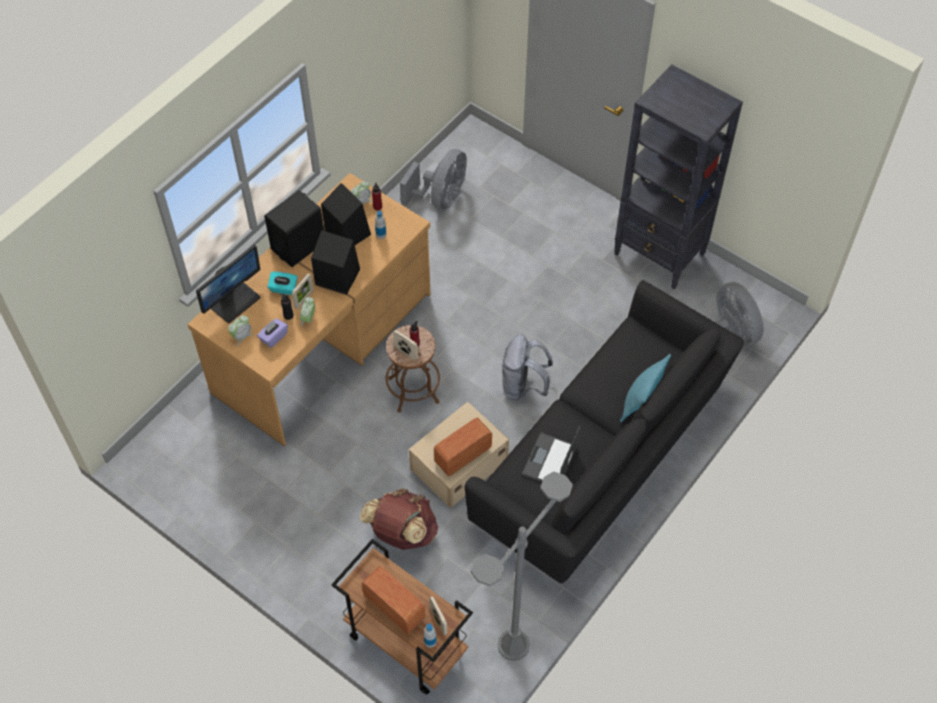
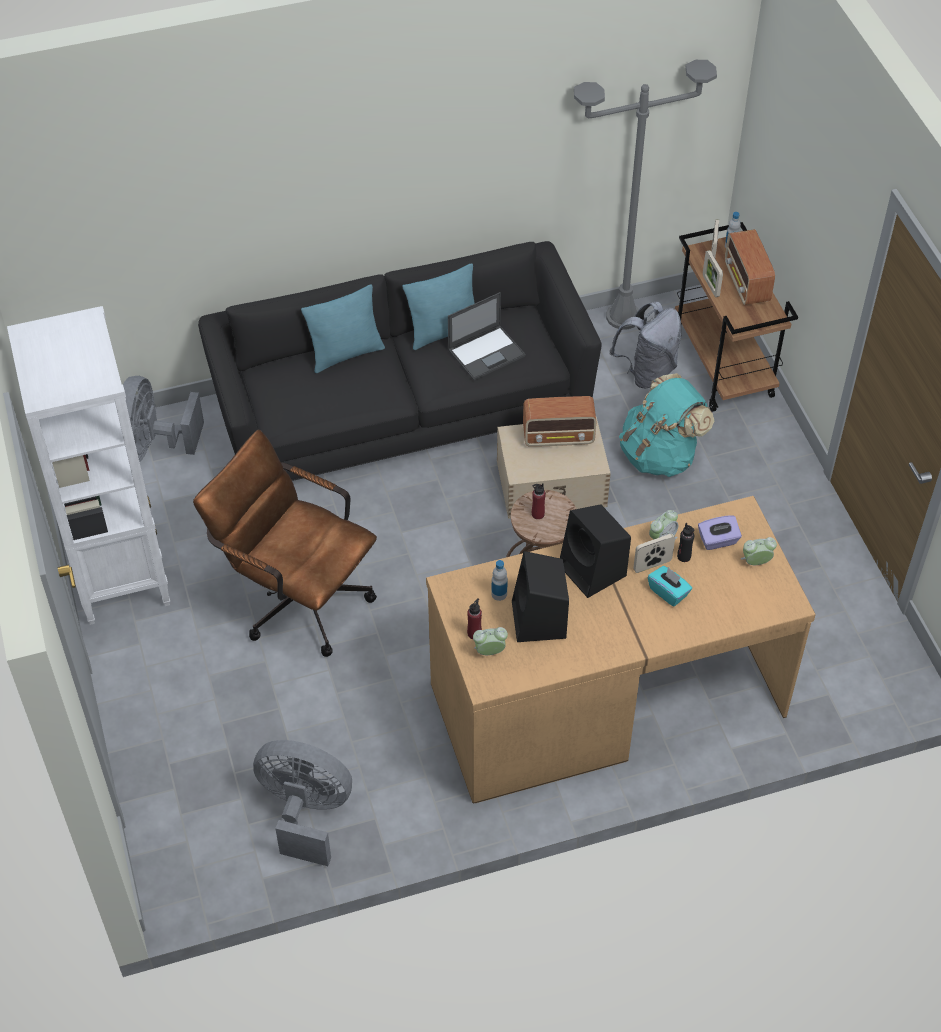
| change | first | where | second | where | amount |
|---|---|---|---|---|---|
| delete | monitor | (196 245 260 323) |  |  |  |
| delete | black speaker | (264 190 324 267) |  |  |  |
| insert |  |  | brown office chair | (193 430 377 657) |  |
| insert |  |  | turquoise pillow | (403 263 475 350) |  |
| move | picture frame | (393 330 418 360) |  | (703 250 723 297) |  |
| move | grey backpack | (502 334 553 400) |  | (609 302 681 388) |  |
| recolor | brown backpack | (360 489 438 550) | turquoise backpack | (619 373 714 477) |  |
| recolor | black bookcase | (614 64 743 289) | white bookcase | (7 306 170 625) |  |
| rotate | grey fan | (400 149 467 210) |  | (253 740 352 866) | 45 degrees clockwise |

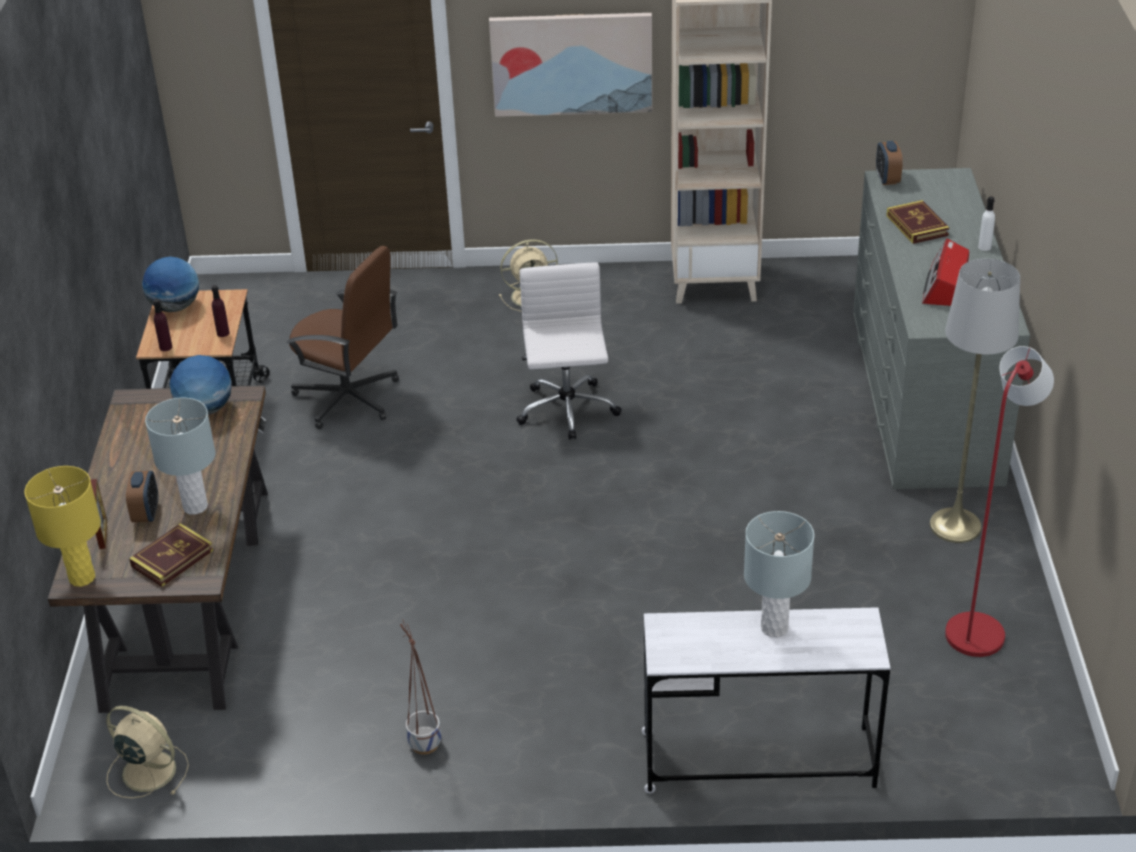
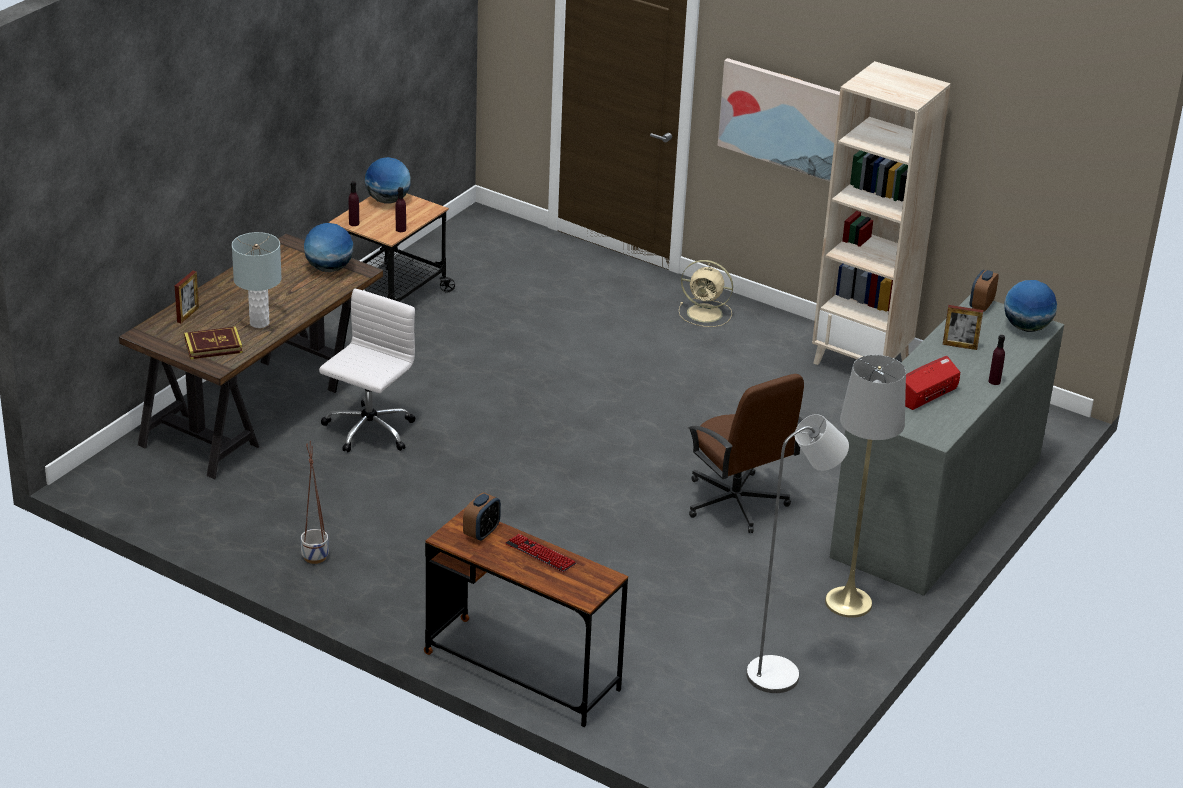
| change | first | where | second | where | amount |
|---|---|---|---|---|---|
| delete | yellow table lamp | (24 466 101 587) |  |  |  |
| delete | beige fan | (106 706 189 798) |  |  |  |
| insert |  |  | globe | (1004 280 1057 332) |  |
| move | alarm clock | (126 471 158 522) |  | (463 492 501 541) |  |
| move | brown office chair | (287 246 399 429) |  | (688 374 804 533) |  |
| move | white office chair | (516 262 622 440) |  | (319 289 415 452) |  |
| replace | grey table lamp | (744 511 814 637) | keyboard | (506 534 577 572) |  |
| replace | book | (886 200 950 244) | picture frame | (943 305 983 350) |  |
| recolor | white desk | (642 607 890 793) | brown desk | (424 507 628 727) |  |
| recolor | red floor lamp | (945 346 1054 657) | grey floor lamp | (746 414 849 693) |  |
| recolor | white bottle | (978 196 995 251) | purple bottle | (989 335 1005 385) |  |

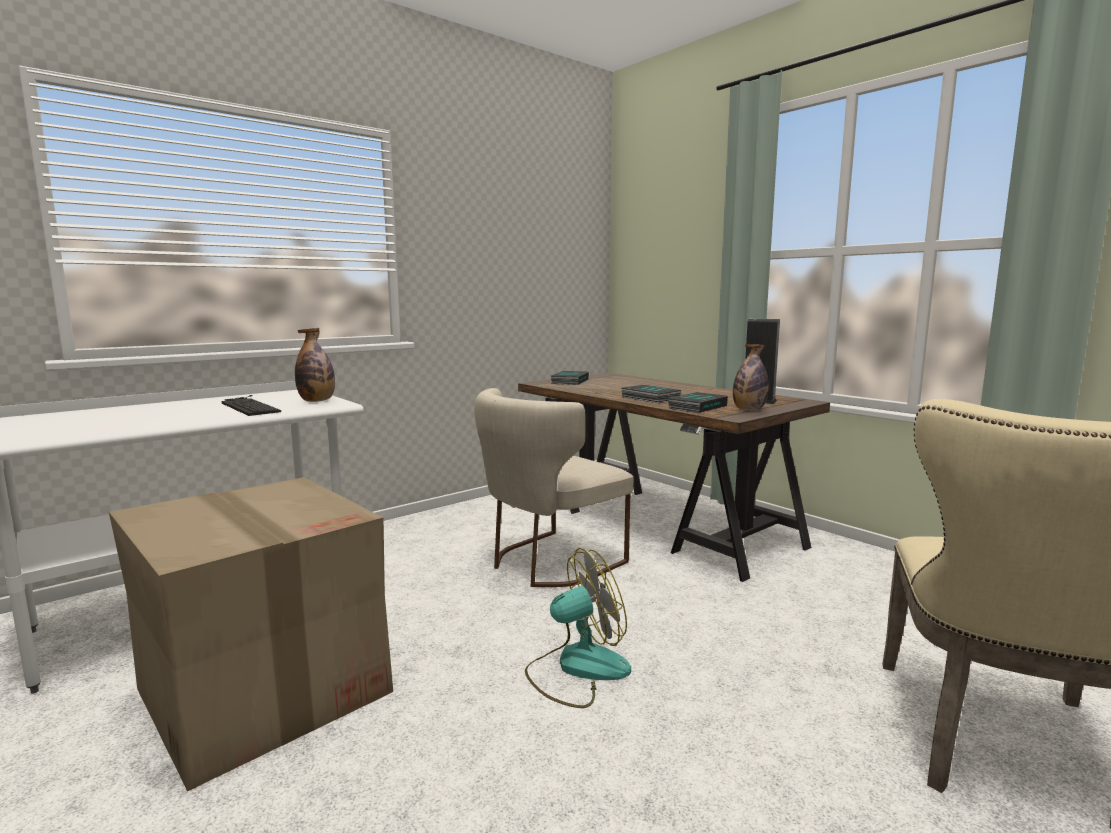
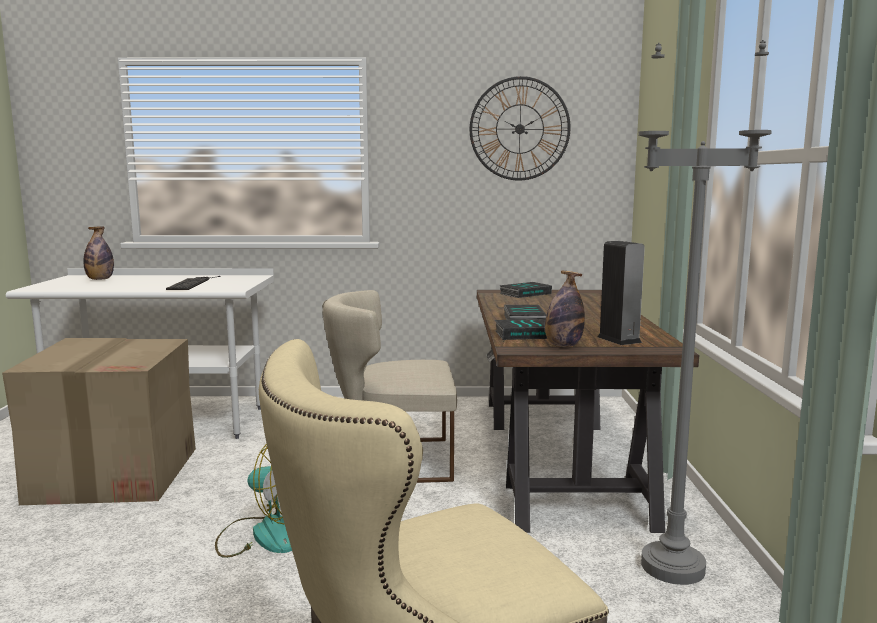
| change | first | where | second | where | amount |
|---|---|---|---|---|---|
| insert |  |  | wall clock | (469 76 570 181) |  |
| insert |  |  | grey floor lamp | (638 40 772 585) |  |
| move | bottle | (295 328 335 402) |  | (83 226 114 280) |  |

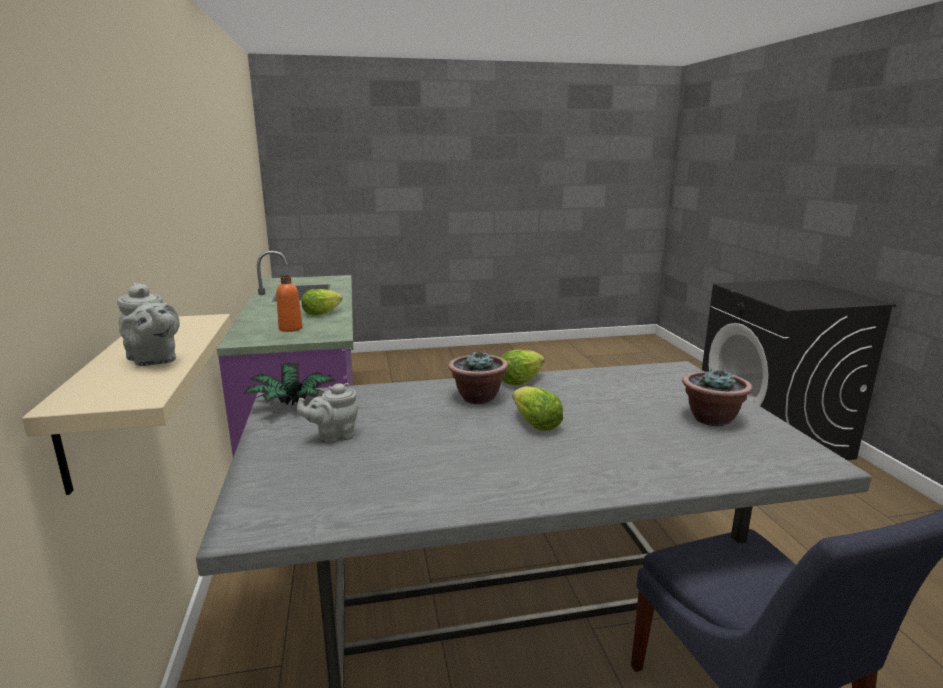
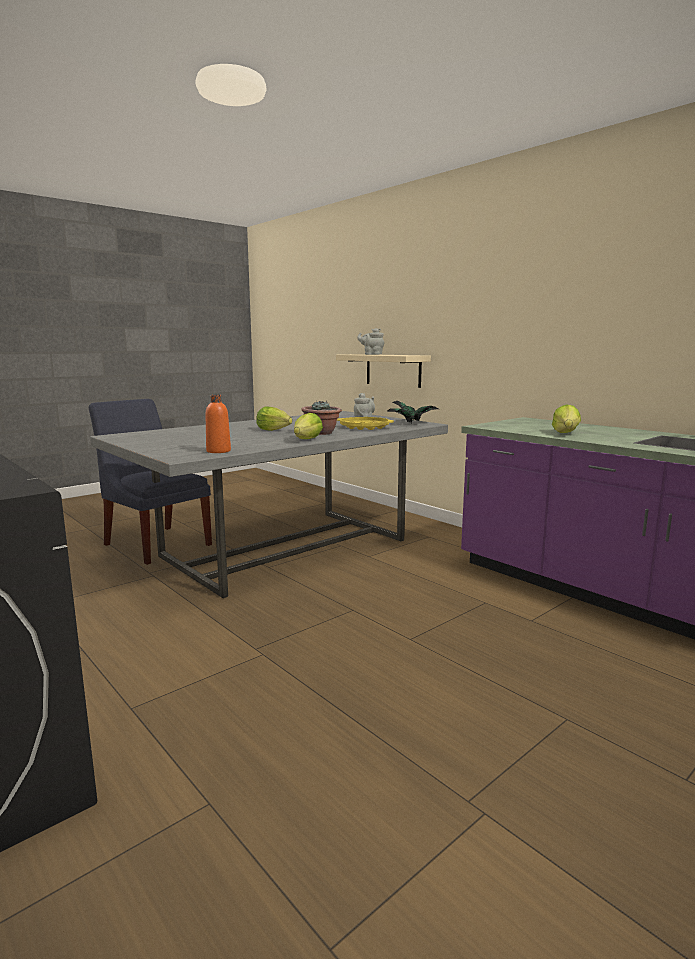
| change | first | where | second | where | amount |
|---|---|---|---|---|---|
| delete | potted plant | (682 368 753 426) |  |  |  |
| insert |  |  | yellow tray | (337 417 394 430) |  |
| move | orange bottle | (276 275 303 332) |  | (205 395 231 453) |  |

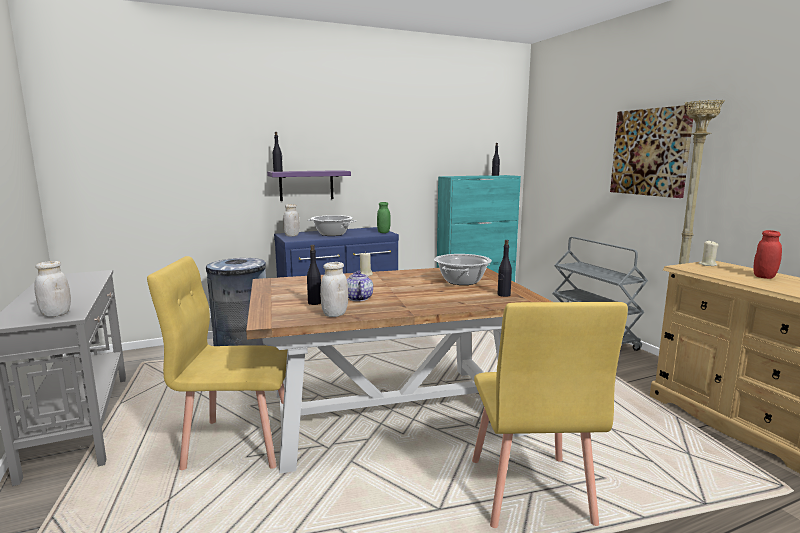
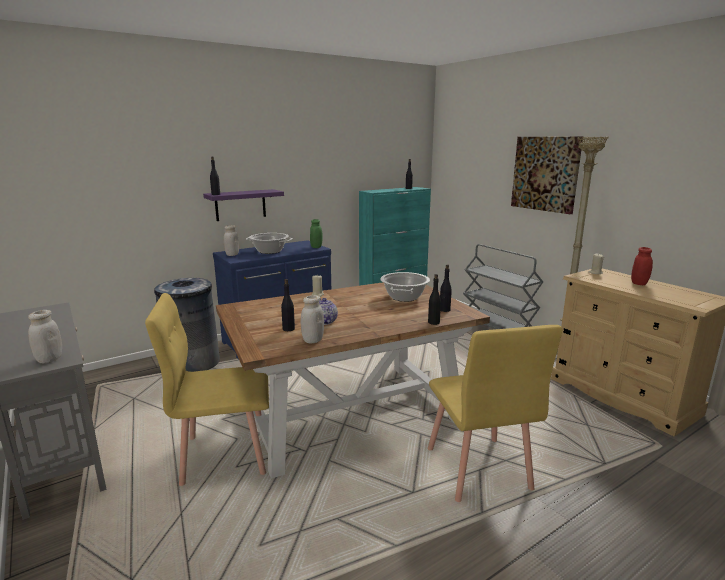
| change | first | where | second | where | amount |
|---|---|---|---|---|---|
| insert |  |  | black bottle | (428 274 441 325) |  |

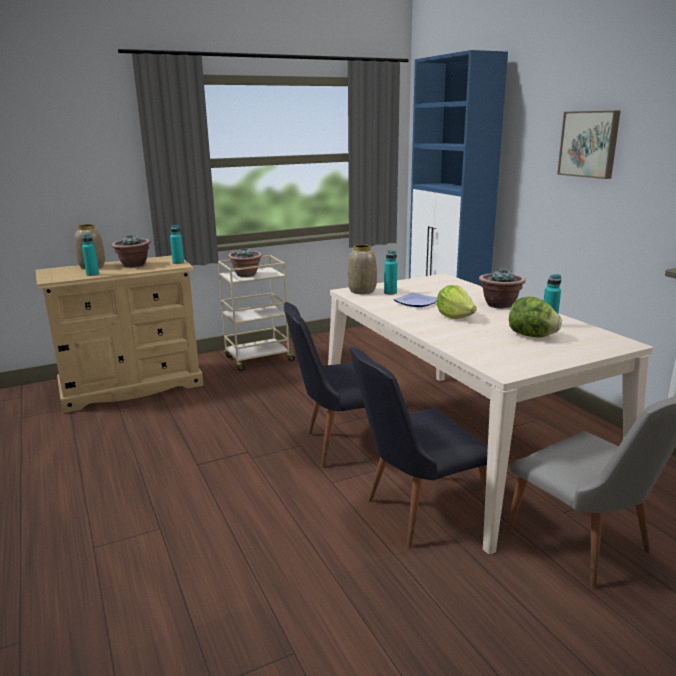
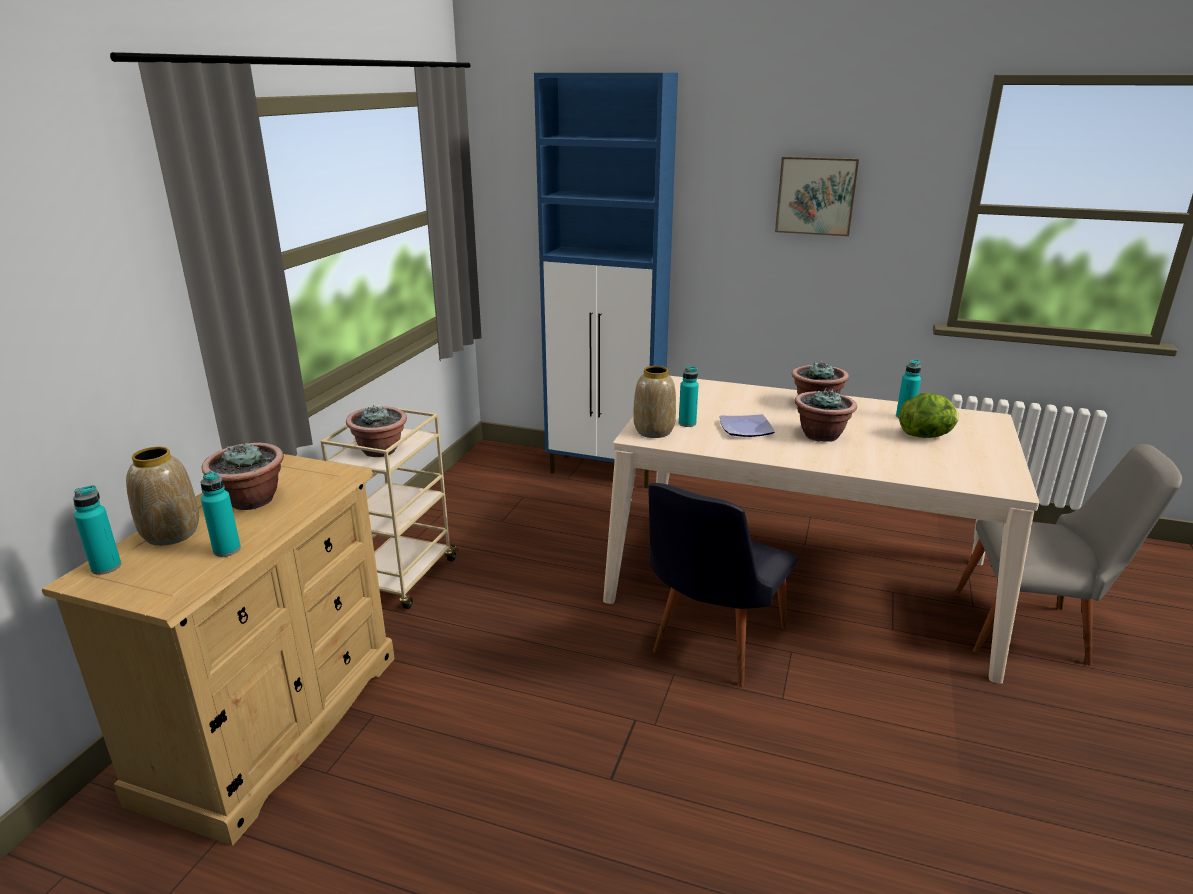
| change | first | where | second | where | amount |
|---|---|---|---|---|---|
| delete | black chair | (349 347 488 548) |  |  |  |
| move | turquoise bottle | (170 225 184 264) |  | (73 485 121 575) |  |
| replace | lettuce | (437 285 477 319) | potted plant | (795 388 857 442) |  |

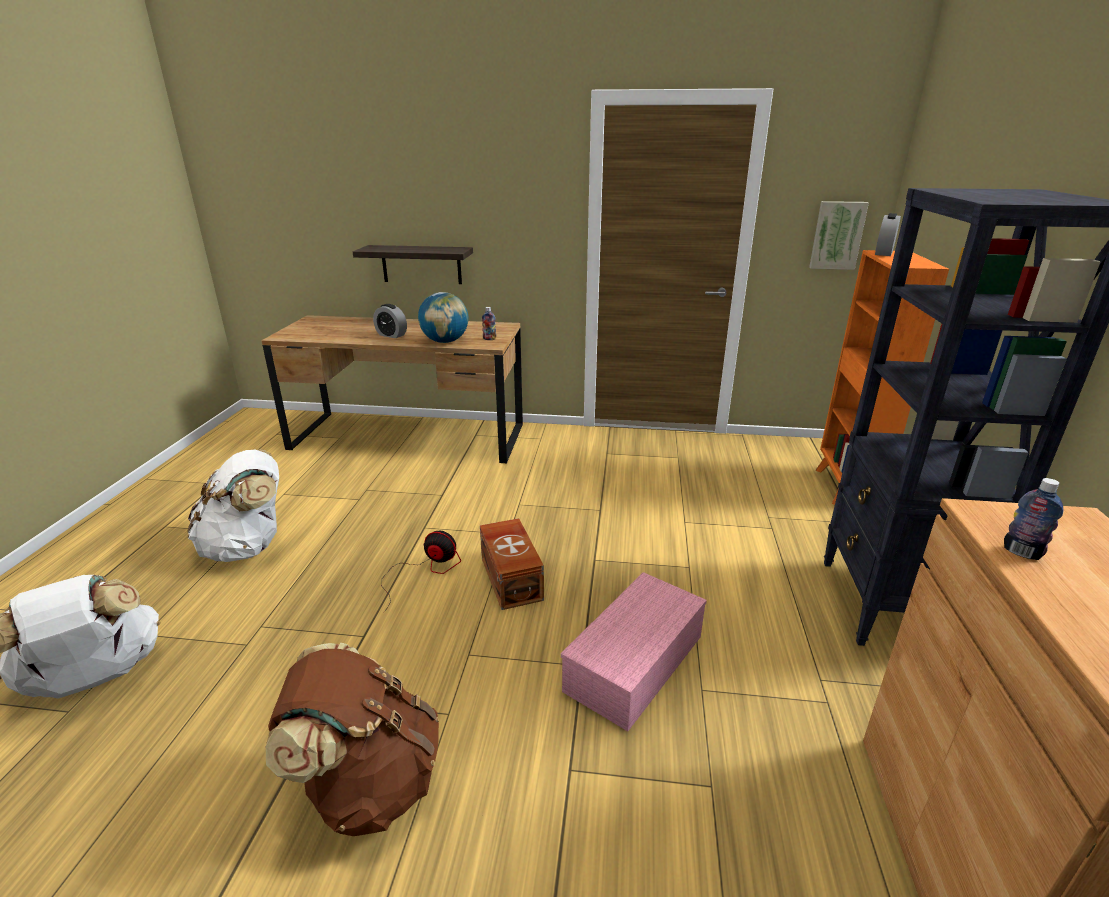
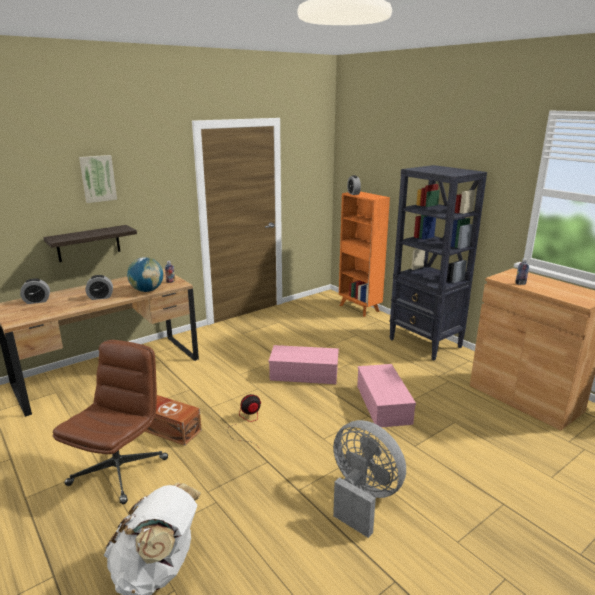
| change | first | where | second | where | amount |
|---|---|---|---|---|---|
| insert |  |  | alarm clock | (20 278 50 304) |  |
| insert |  |  | pink storage box | (269 345 339 384) |  |
| move | brown storage box | (480 518 544 610) |  | (144 395 202 446) |  |
| move | picture | (809 201 869 270) |  | (79 155 117 203) |  |
| replace | white backpack | (187 449 279 562) | brown office chair | (53 340 168 504) |  |
| replace | brown backpack | (266 643 439 836) | grey fan | (333 420 406 538) |  |

